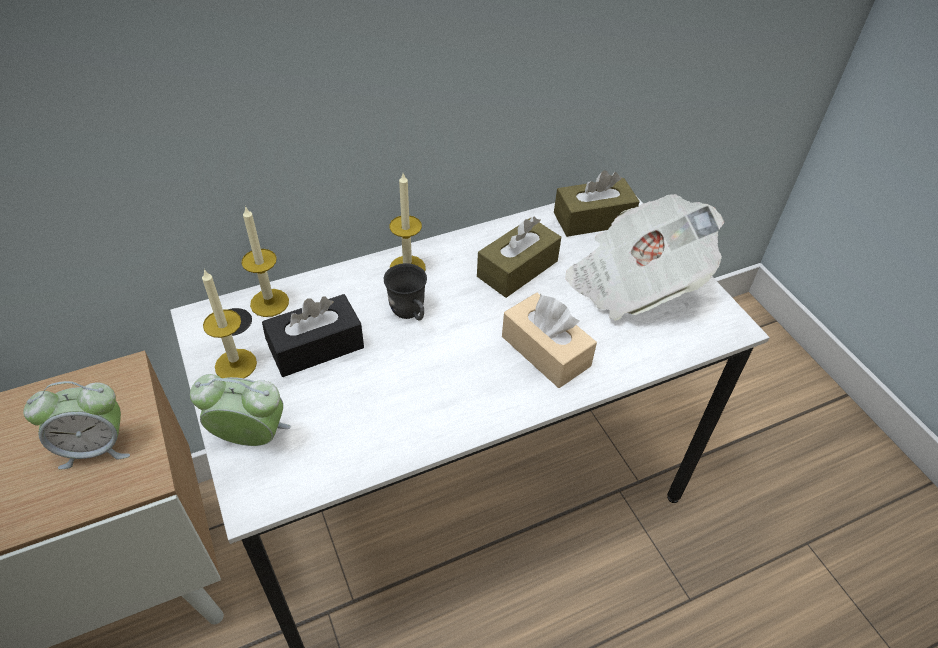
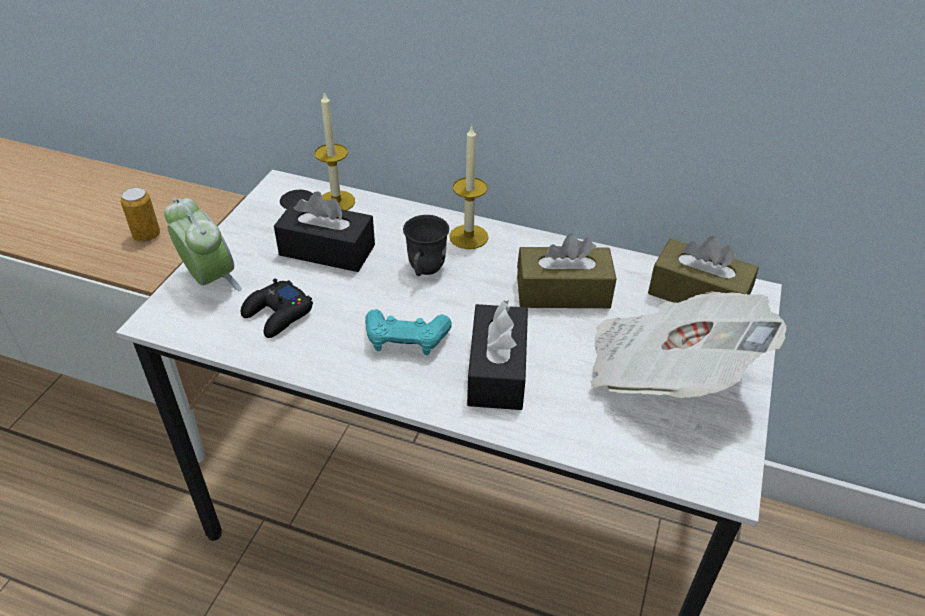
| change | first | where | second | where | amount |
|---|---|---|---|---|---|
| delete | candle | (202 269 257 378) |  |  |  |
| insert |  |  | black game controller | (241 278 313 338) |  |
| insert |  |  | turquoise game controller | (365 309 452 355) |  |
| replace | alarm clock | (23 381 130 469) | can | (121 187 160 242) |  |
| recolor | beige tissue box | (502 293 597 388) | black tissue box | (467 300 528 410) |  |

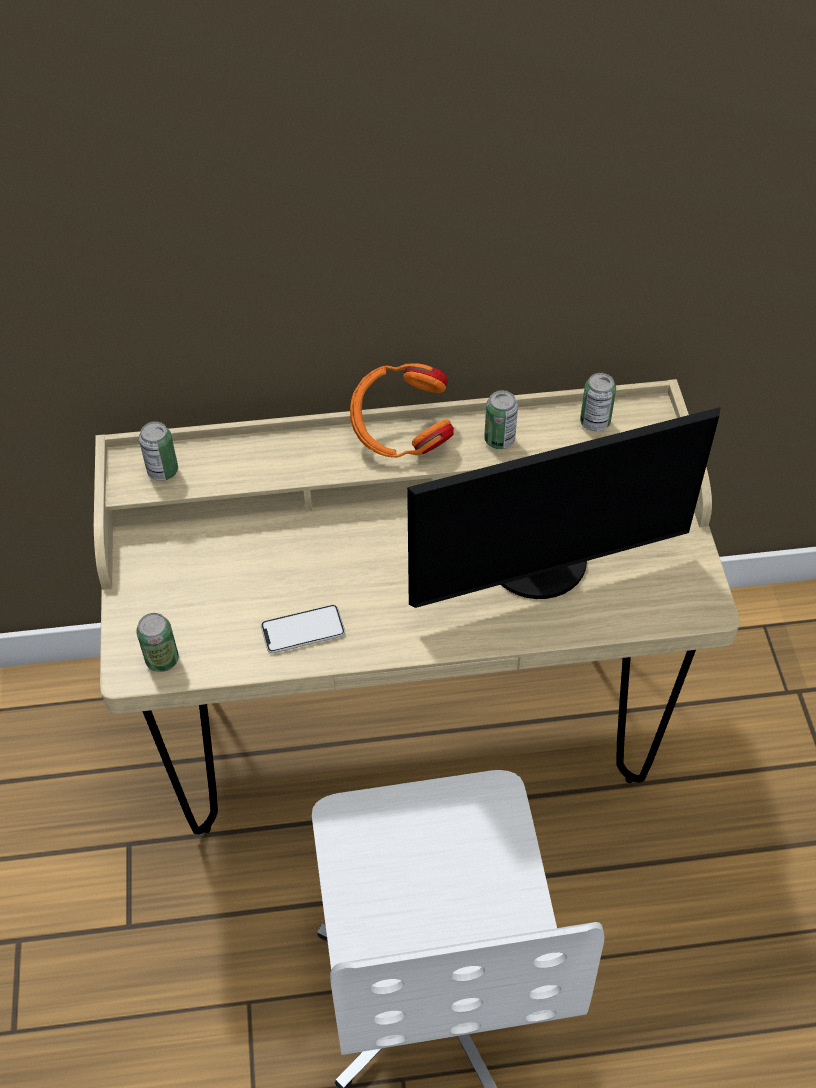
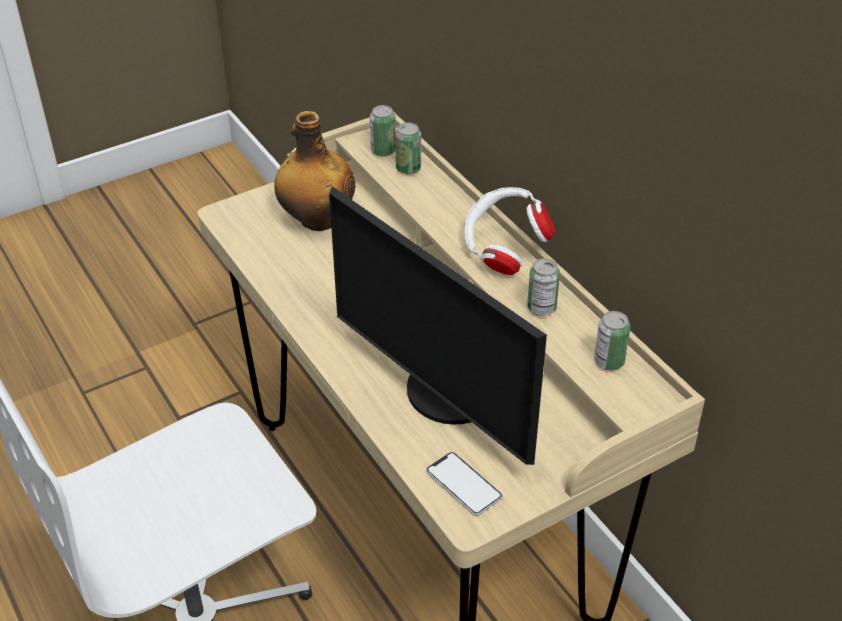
| change | first | where | second | where | amount |
|---|---|---|---|---|---|
| insert |  |  | bottle | (274 111 355 231) |  |
| move | can | (137 613 179 672) |  | (395 122 421 175) |  |
| move | phone | (261 605 345 653) |  | (426 452 503 516) |  |
| recolor | orange headphones | (350 363 454 458) | white headphones | (464 187 555 275) |  |

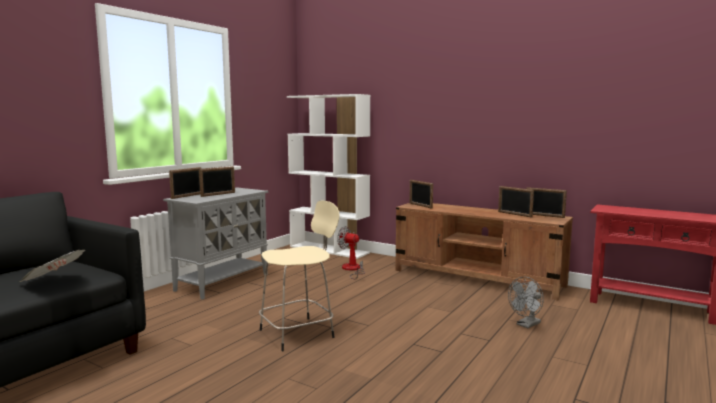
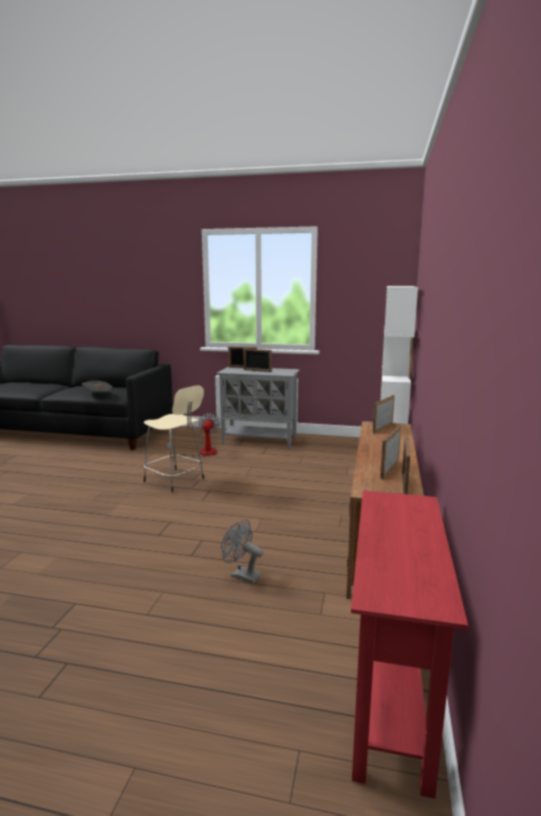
| change | first | where | second | where | amount |
|---|---|---|---|---|---|
| move | fan | (337 226 365 279) |  | (167 413 220 459) |  |

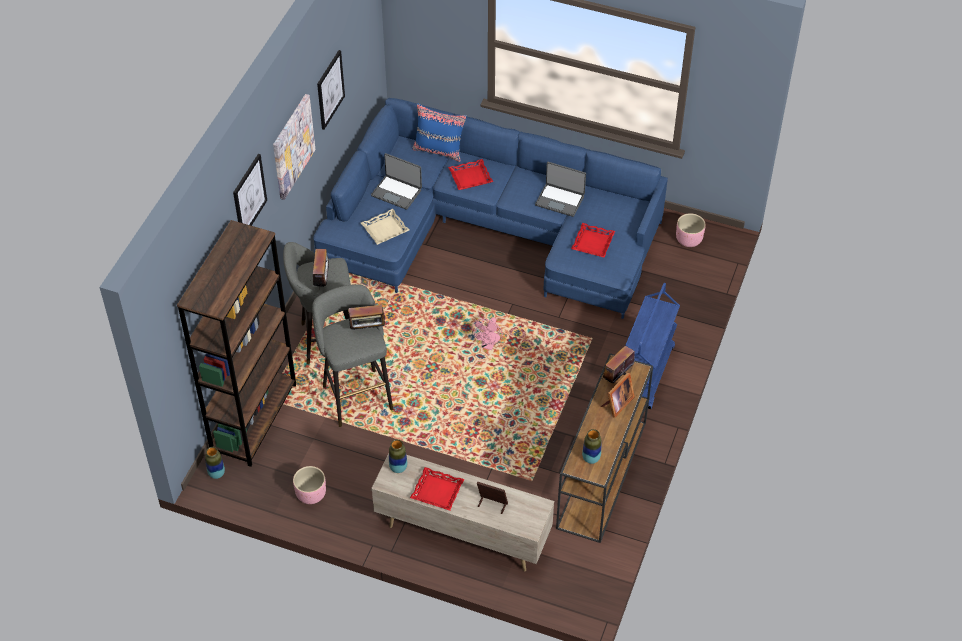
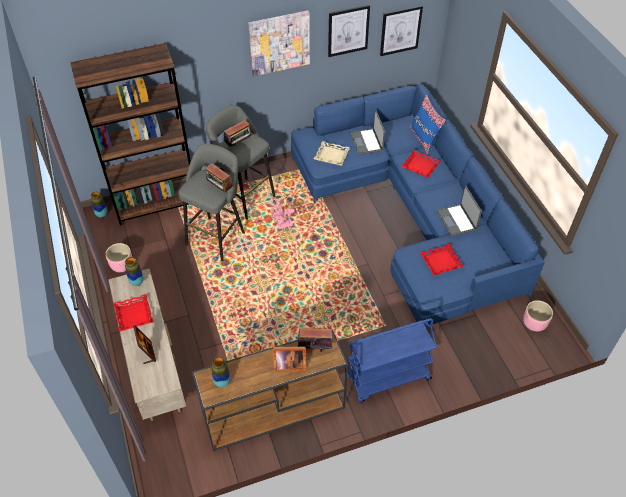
| change | first | where | second | where | amount |
|---|---|---|---|---|---|
| move | picture | (233 154 267 226) |  | (380 6 423 56) |  |
| move | pink fan | (472 317 503 350) |  | (271 200 295 229) |  |

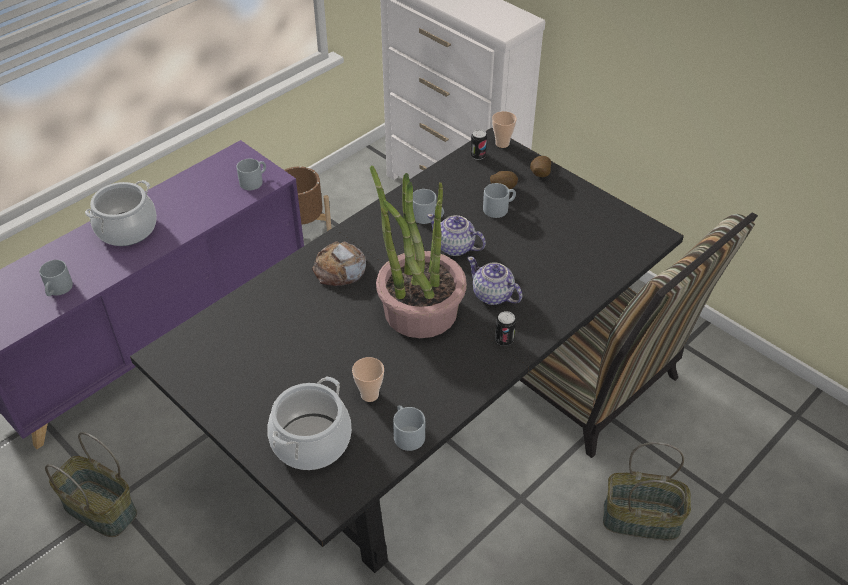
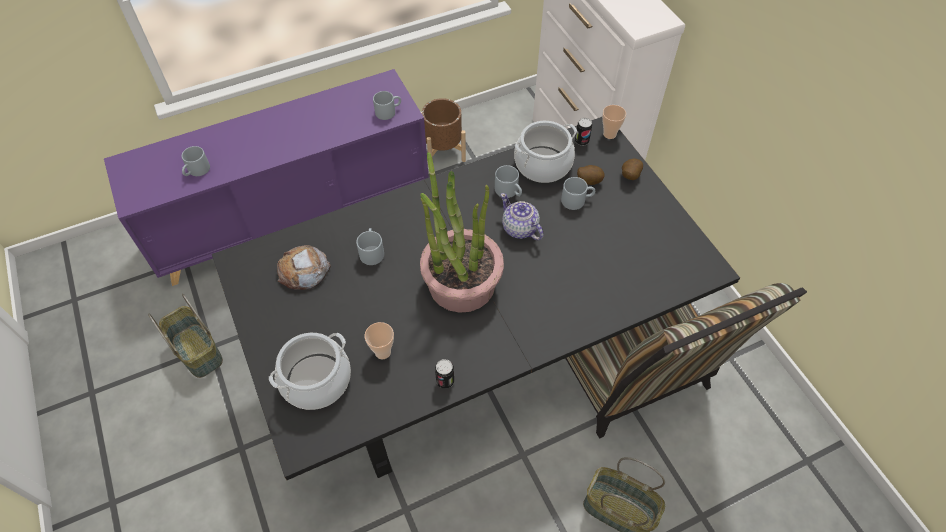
| change | first | where | second | where | amount |
|---|---|---|---|---|---|
| delete | teapot | (467 257 523 305) |  |  |  |
| move | cooking pot | (85 180 157 246) |  | (514 121 577 183) |  |
| move | bread | (312 242 366 286) |  | (277 245 331 290) |  |
| move | grey mug | (393 405 425 451) |  | (356 228 384 265) |  |
| move | can | (495 311 516 346) |  | (435 359 454 389) |  |

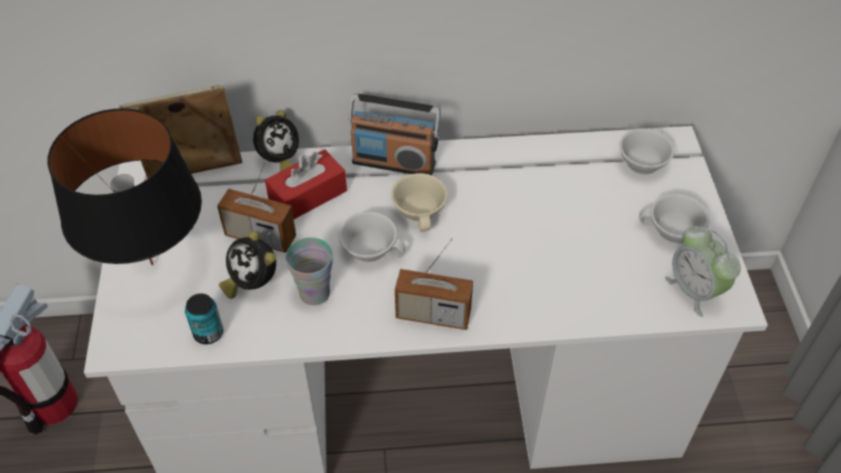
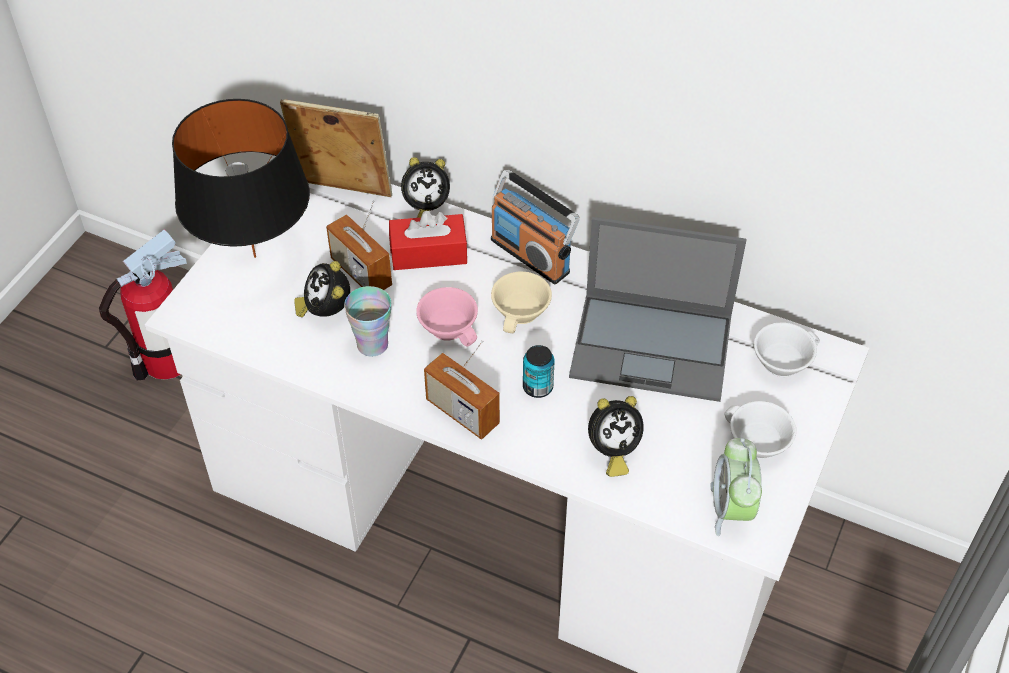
| change | first | where | second | where | amount |
|---|---|---|---|---|---|
| insert |  |  | laptop | (569 217 746 402) |  |
| insert |  |  | alarm clock | (588 396 644 477) |  |
| move | can | (185 293 223 344) |  | (523 345 555 398) |  |
| recolor | white cup | (338 212 406 263) | pink cup | (416 287 478 347) |  |

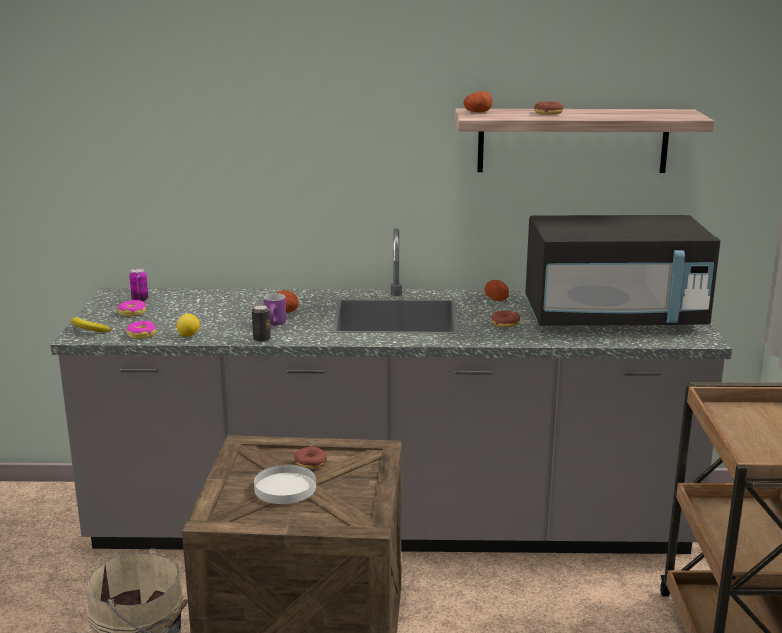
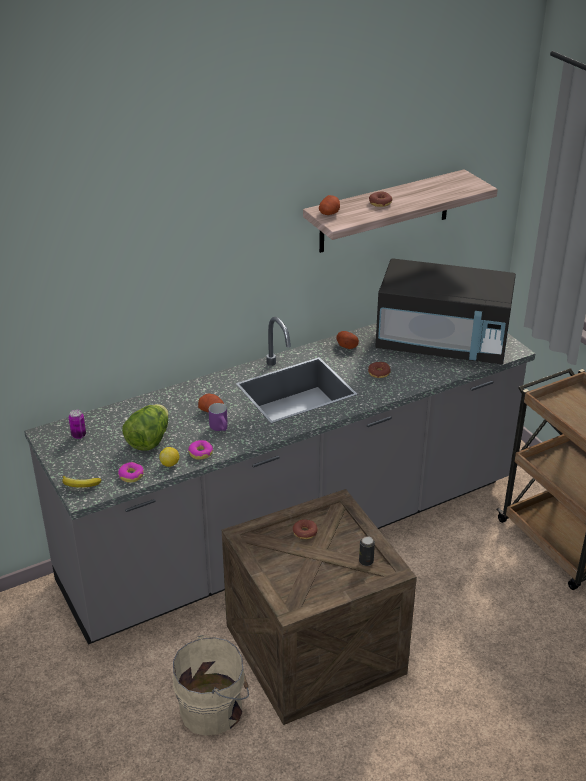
| change | first | where | second | where | amount |
|---|---|---|---|---|---|
| delete | white plate | (254 465 316 504) |  |  |  |
| insert |  |  | lettuce | (122 404 169 451) |  |
| move | donut | (118 300 146 317) |  | (188 440 213 460) |  |
| move | can | (252 305 271 342) |  | (359 536 375 566) |  |
| rotate | black microwave | (525 215 721 327) |  | (375 258 516 364) | 45 degrees clockwise |

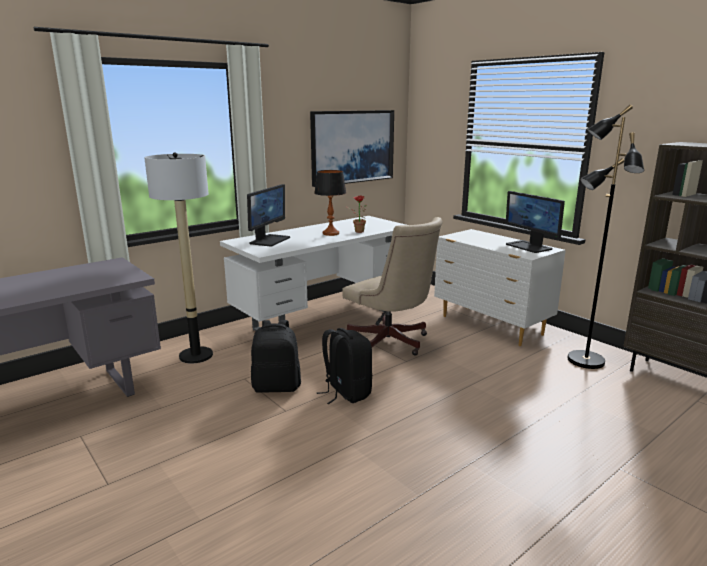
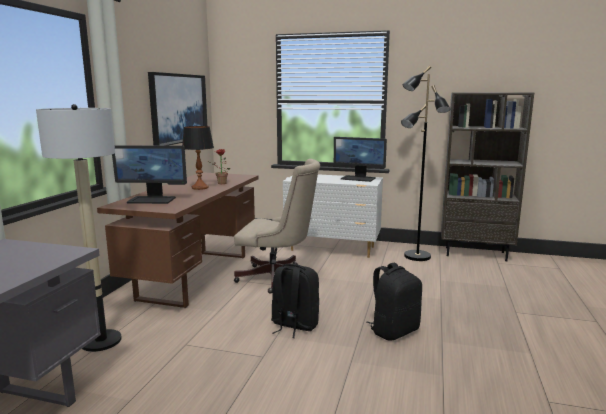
| change | first | where | second | where | amount |
|---|---|---|---|---|---|
| move | black backpack | (251 320 301 393) |  | (366 263 422 341) |  |
| recolor | white desk | (220 216 406 331) | brown desk | (97 172 259 308) |  |
| rotate | monitor | (247 184 290 247) |  | (112 145 187 204) | 105 degrees clockwise |

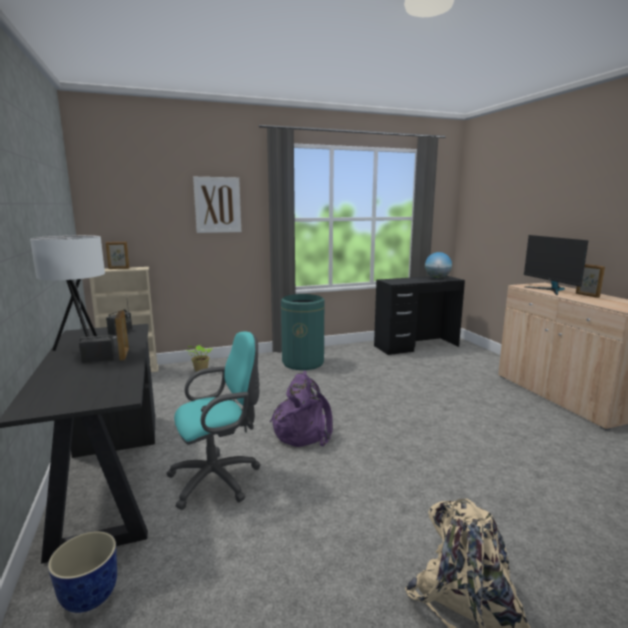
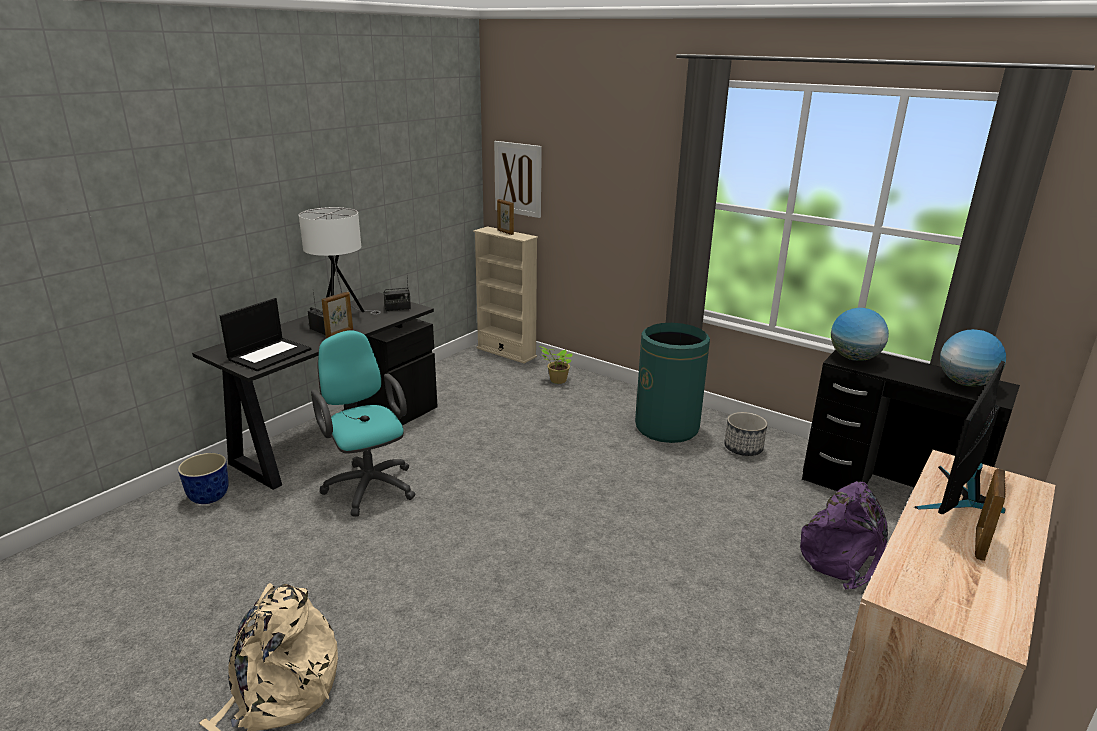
| change | first | where | second | where | amount |
|---|---|---|---|---|---|
| insert |  |  | laptop | (220 298 311 371) |  |
| insert |  |  | planter | (724 412 767 456) |  |
| insert |  |  | globe | (831 308 889 361) |  |
| move | picture | (193 177 241 233) |  | (494 141 542 218) |  |
| move | purple backpack | (270 371 333 447) |  | (800 481 888 589) |  |
| rotate | turquoise office chair | (166 332 261 510) |  | (311 330 416 517) | 150 degrees counterclockwise |

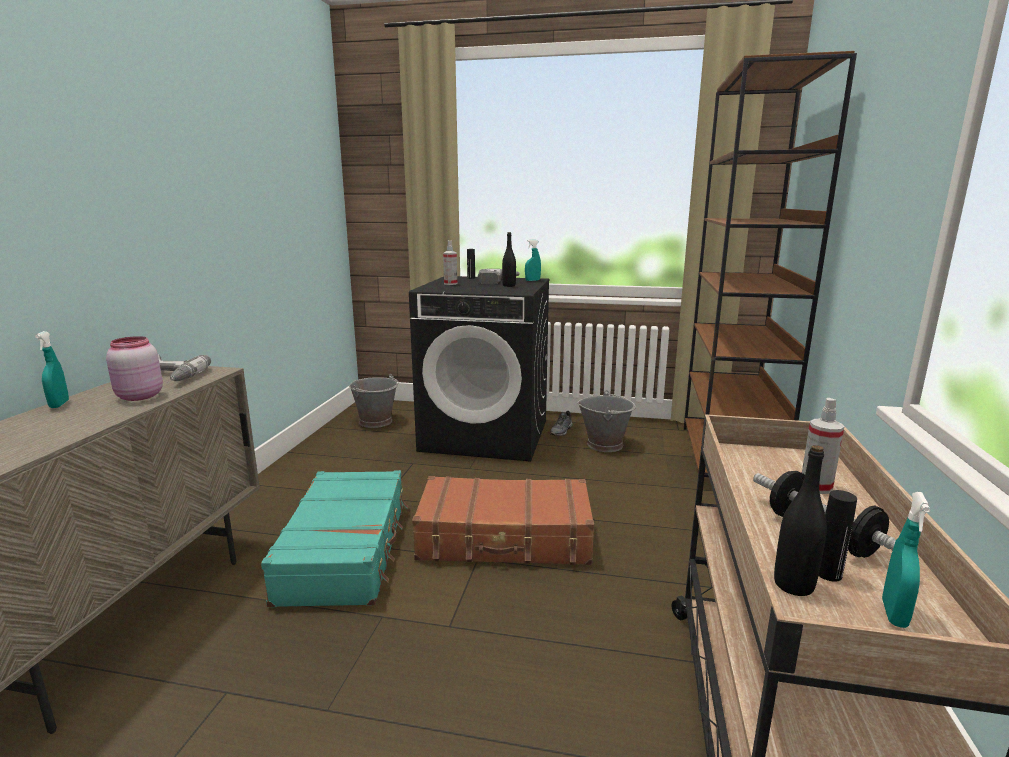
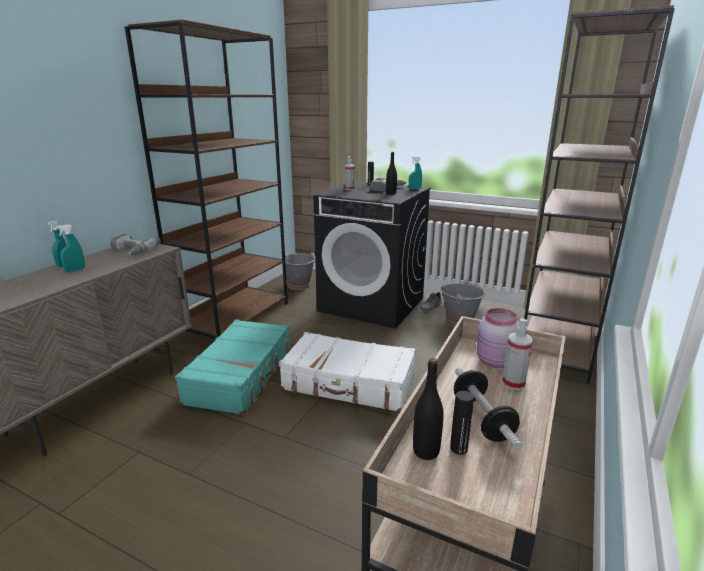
| change | first | where | second | where | amount |
|---|---|---|---|---|---|
| insert |  |  | brown bookcase | (125 19 288 339) |  |
| move | pink jar | (106 336 163 401) |  | (476 308 519 368) |  |
| move | turquoise spray bottle | (882 492 930 628) |  | (56 224 85 272) |  |
| recolor | brown suitcase | (412 476 594 565) | white suitcase | (279 332 416 412) |  |

